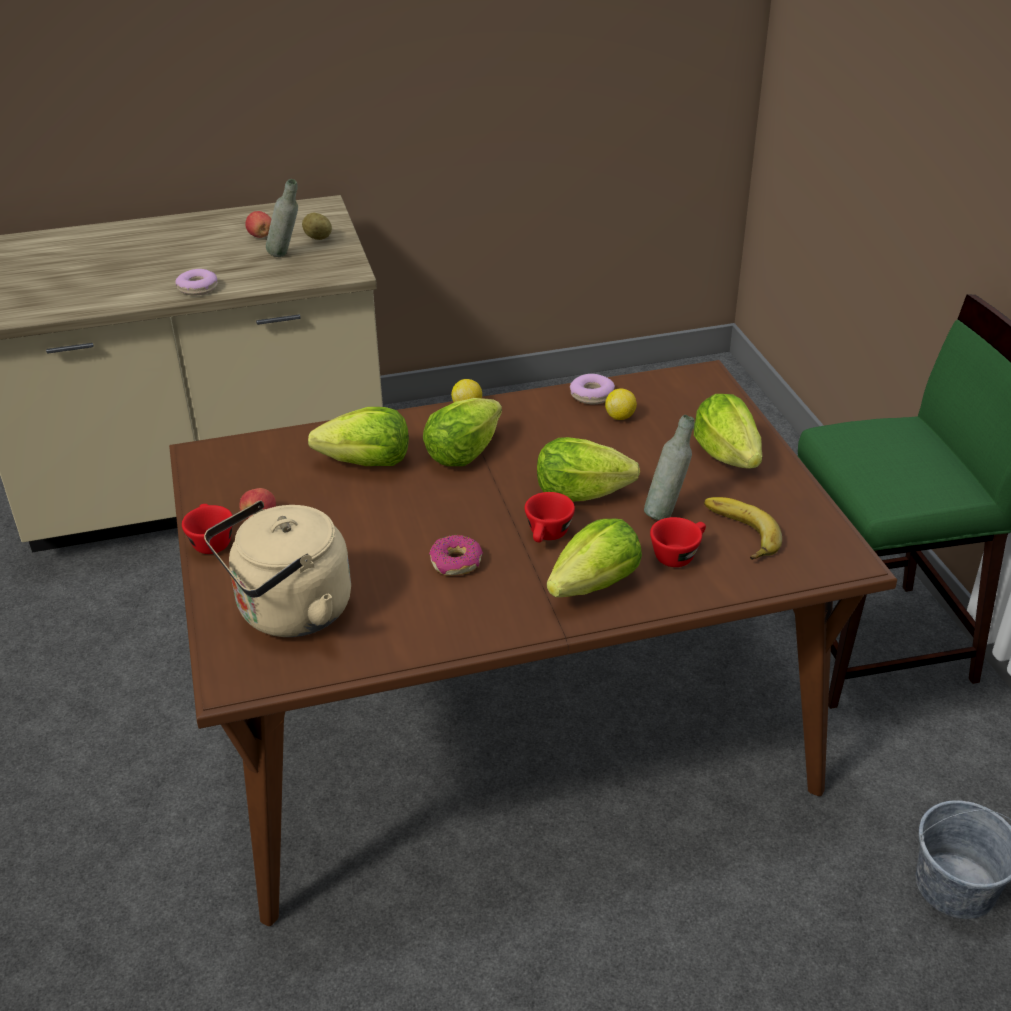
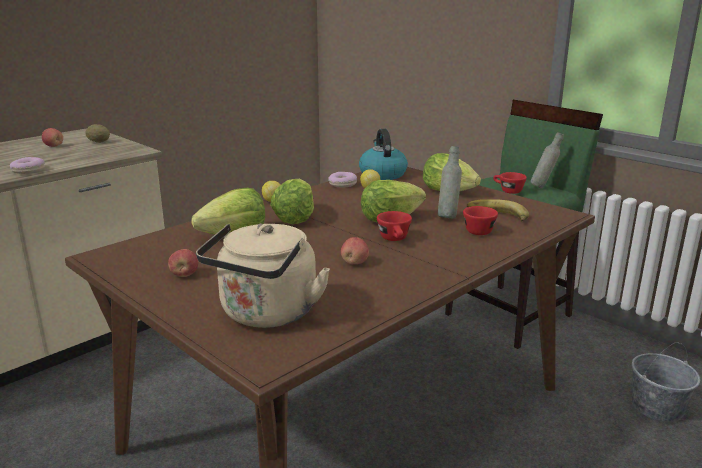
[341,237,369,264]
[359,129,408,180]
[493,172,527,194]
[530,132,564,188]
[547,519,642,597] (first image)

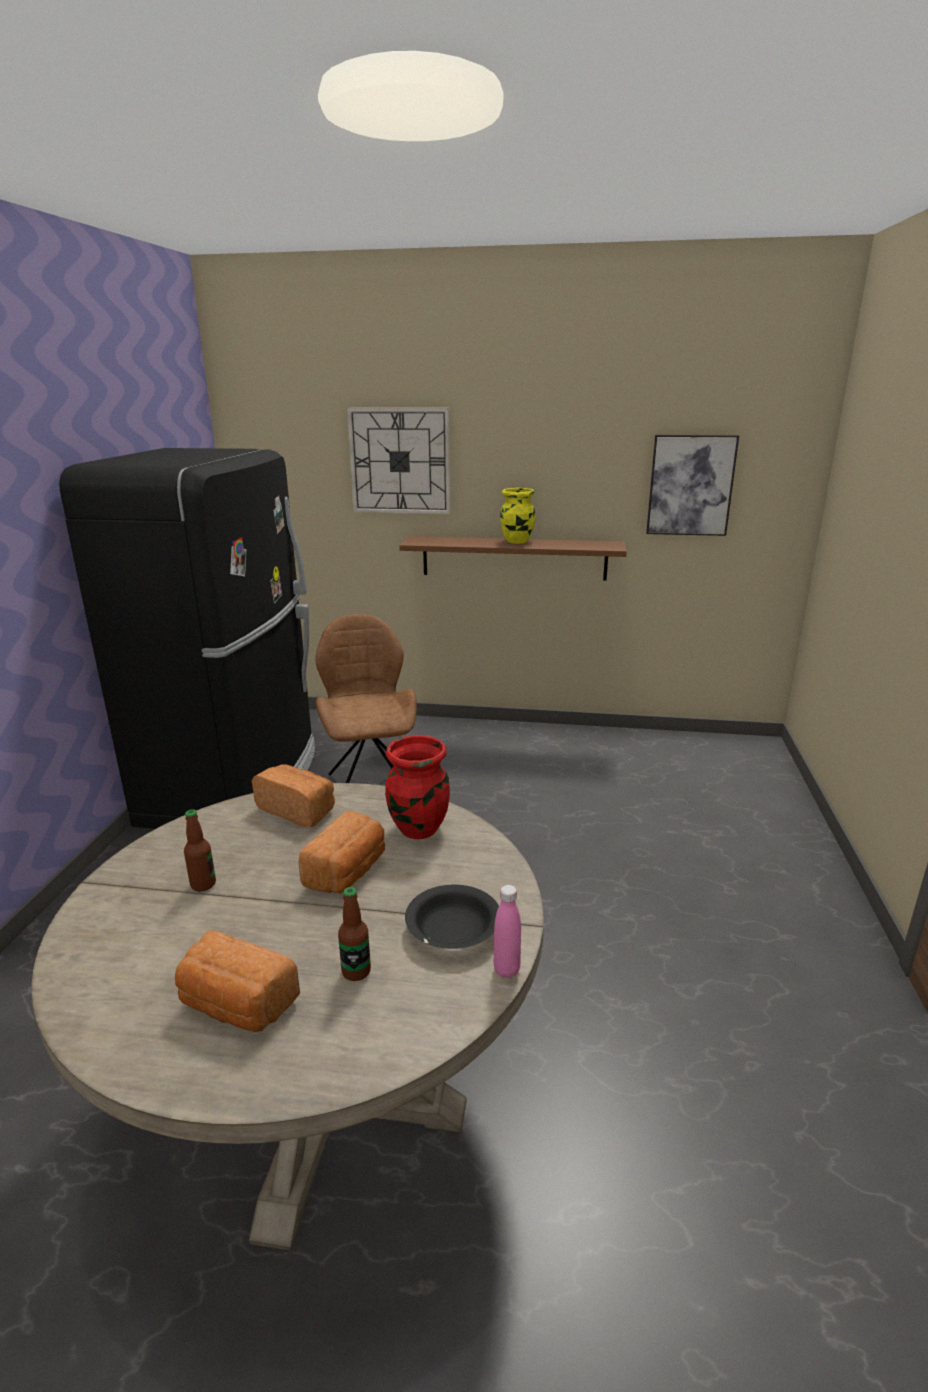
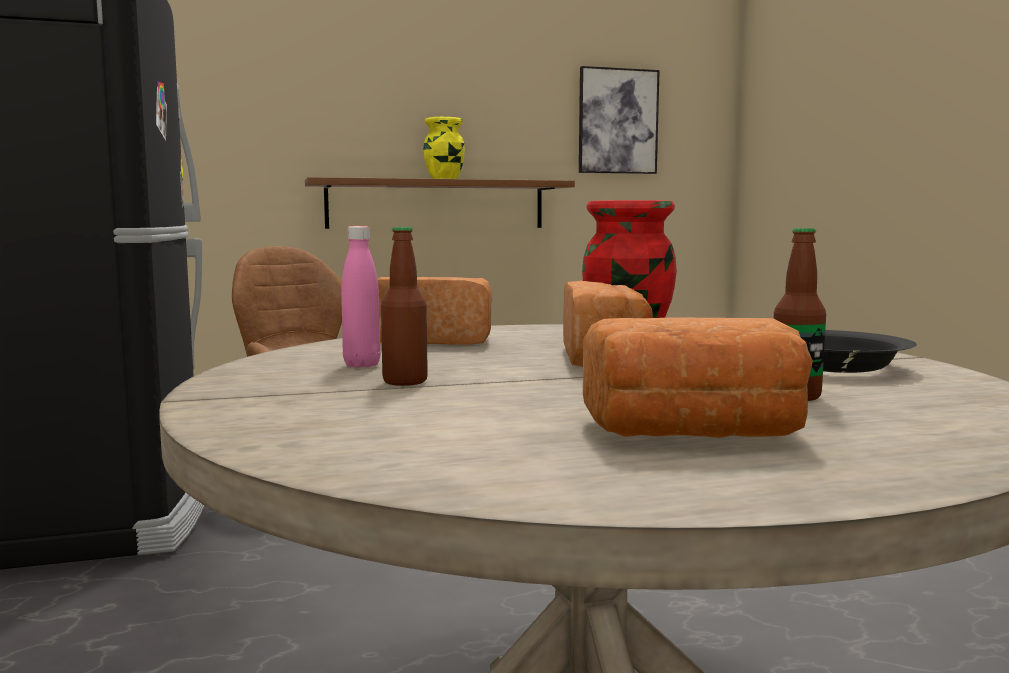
[341,226,380,368]
[347,408,450,514] (first image)

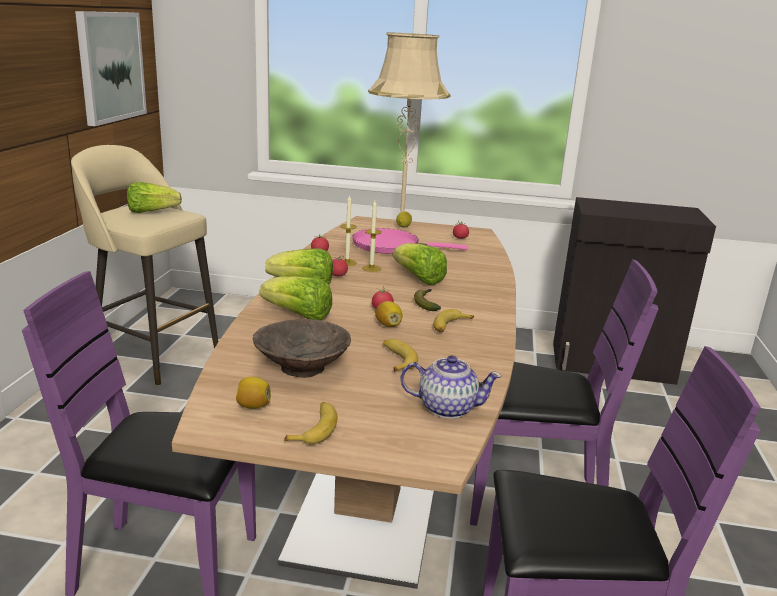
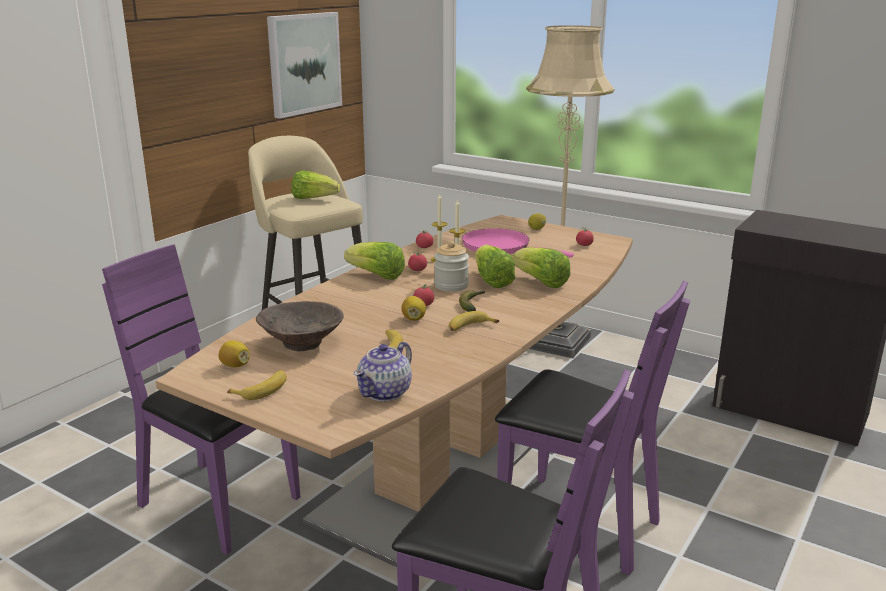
[354,342,412,402]
[434,241,469,292]
[512,247,570,288]

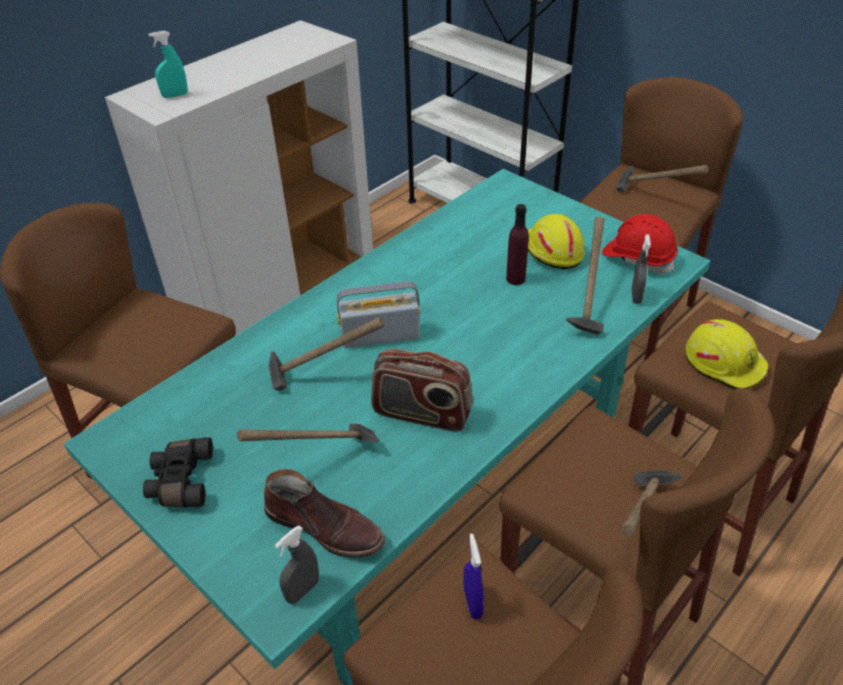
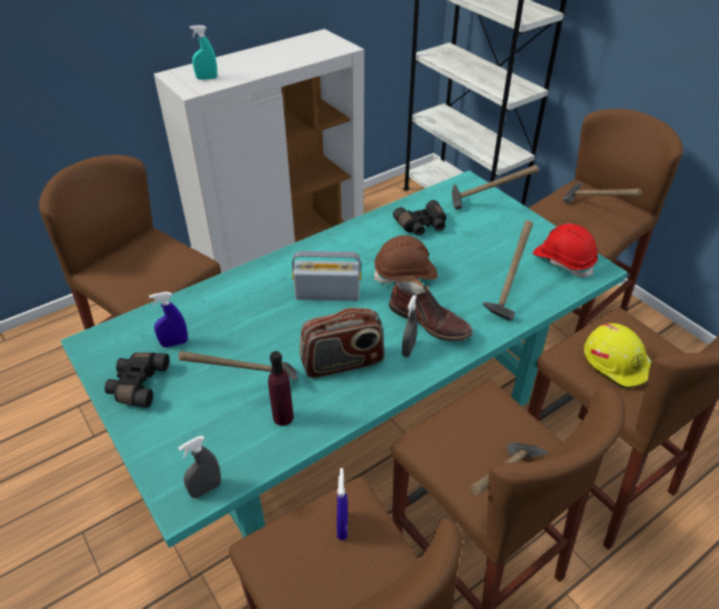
[149,292,188,347]
[268,351,294,426]
[299,308,385,378]
[374,235,438,284]
[389,276,473,341]
[393,200,446,236]
[402,295,418,357]
[452,165,539,210]
[528,214,585,269] (first image)

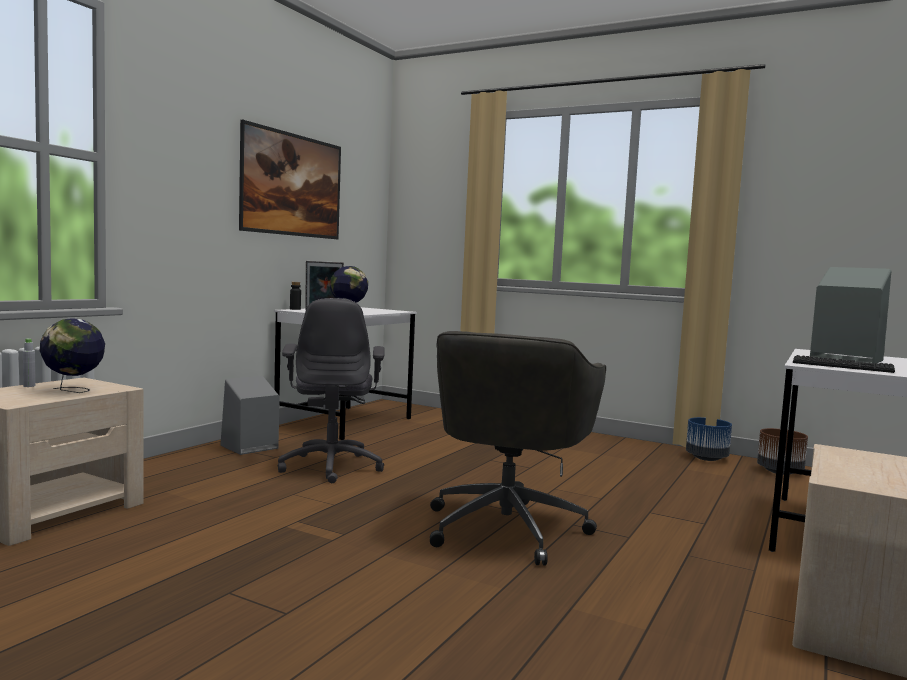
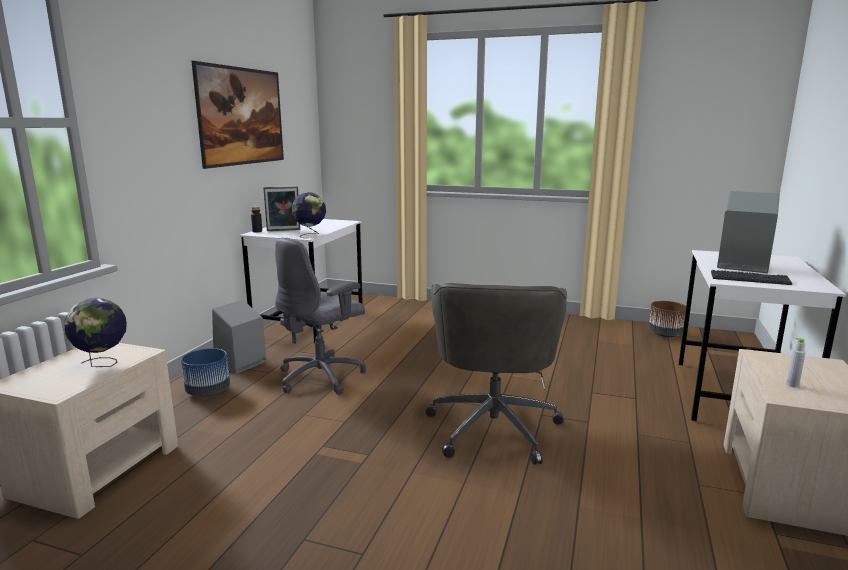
[181,348,230,397]
[275,237,366,395]
[786,338,806,387]

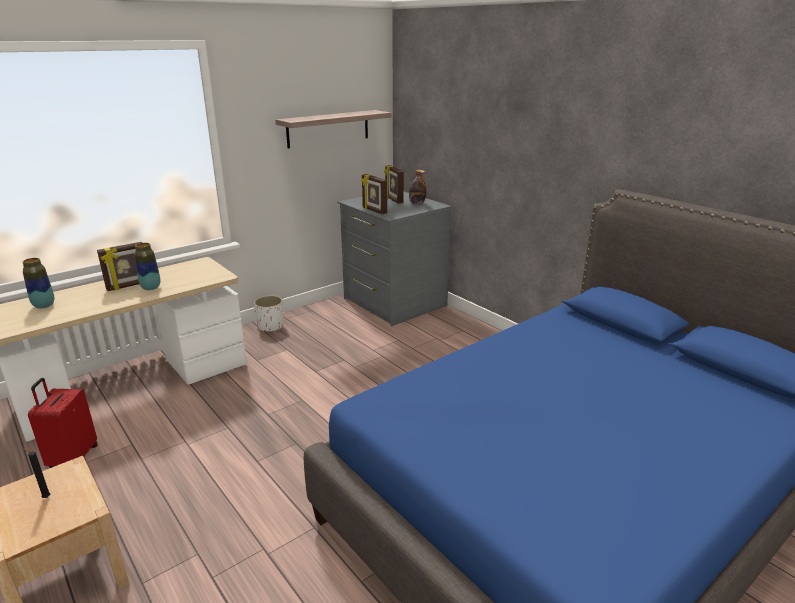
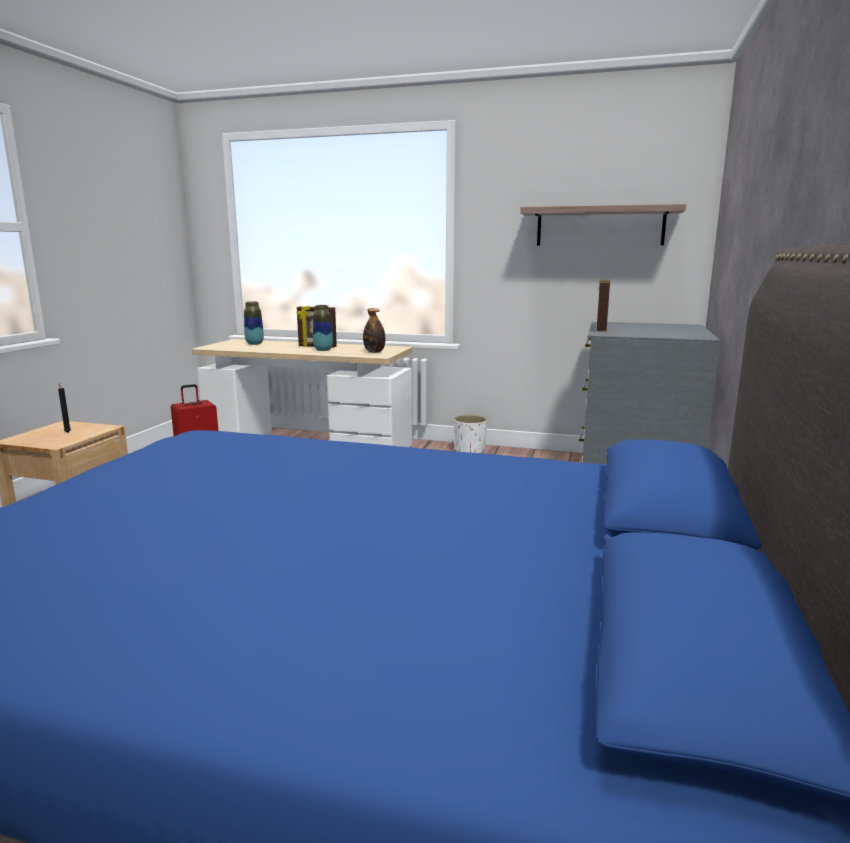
[363,308,385,353]
[384,165,404,204] (first image)

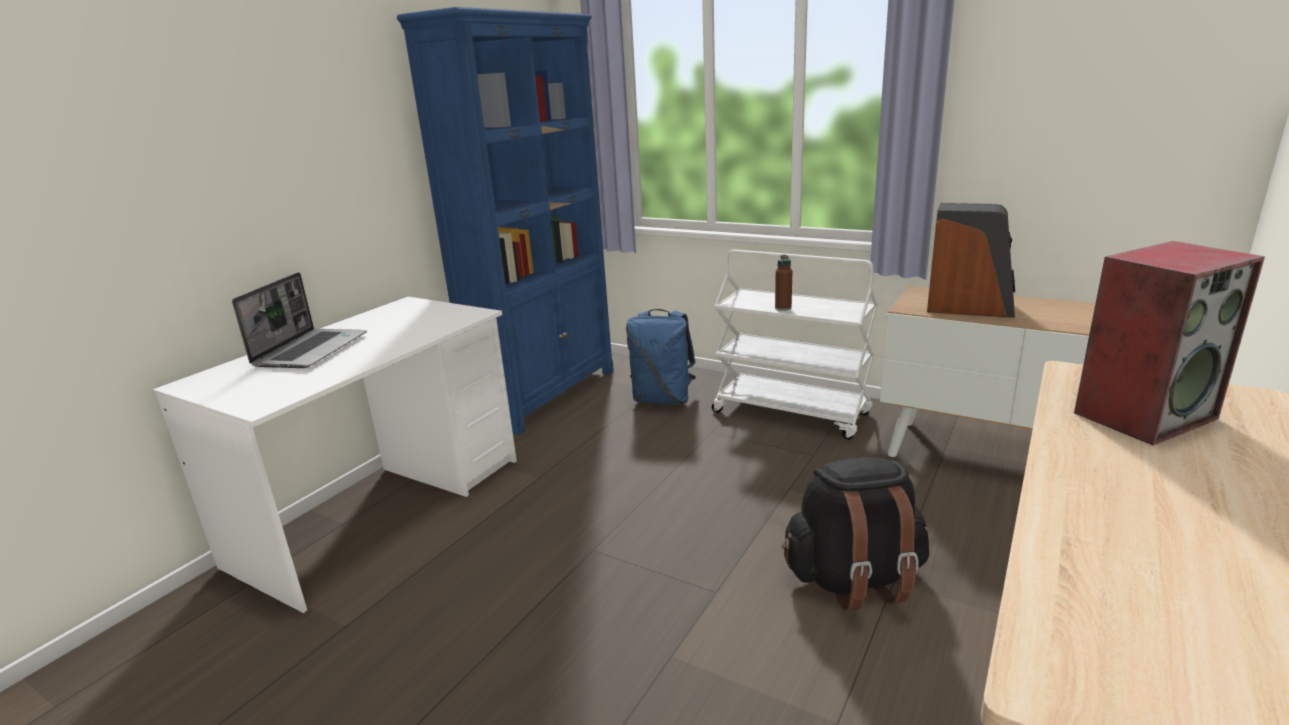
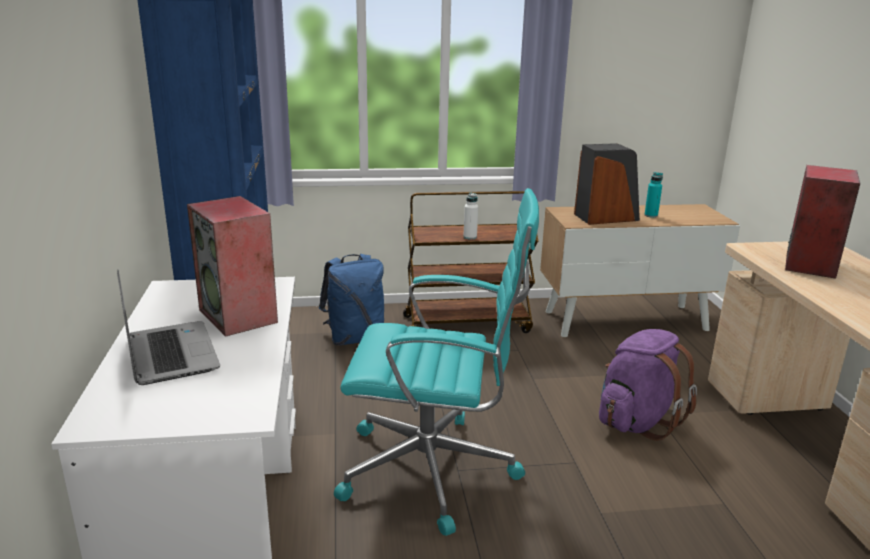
[187,196,278,337]
[334,188,539,536]
[403,191,538,333]
[463,193,478,240]
[599,329,697,441]
[644,172,663,218]

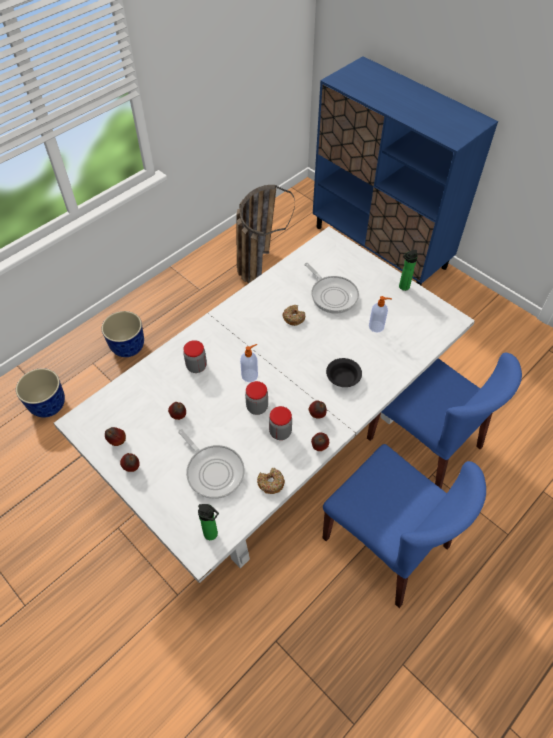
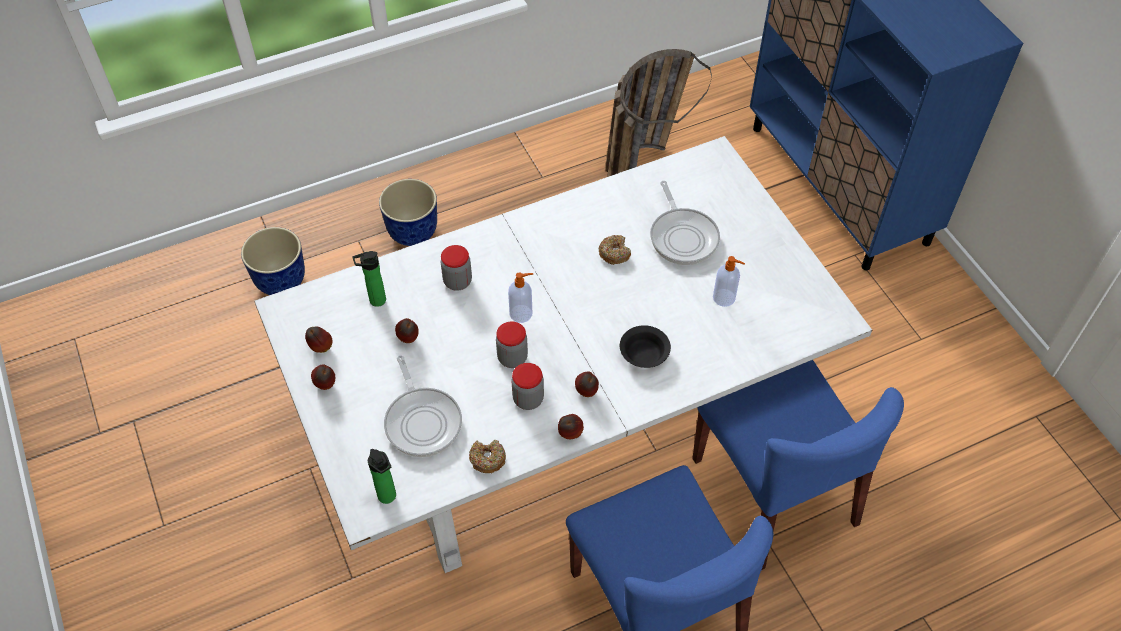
[352,251,386,307]

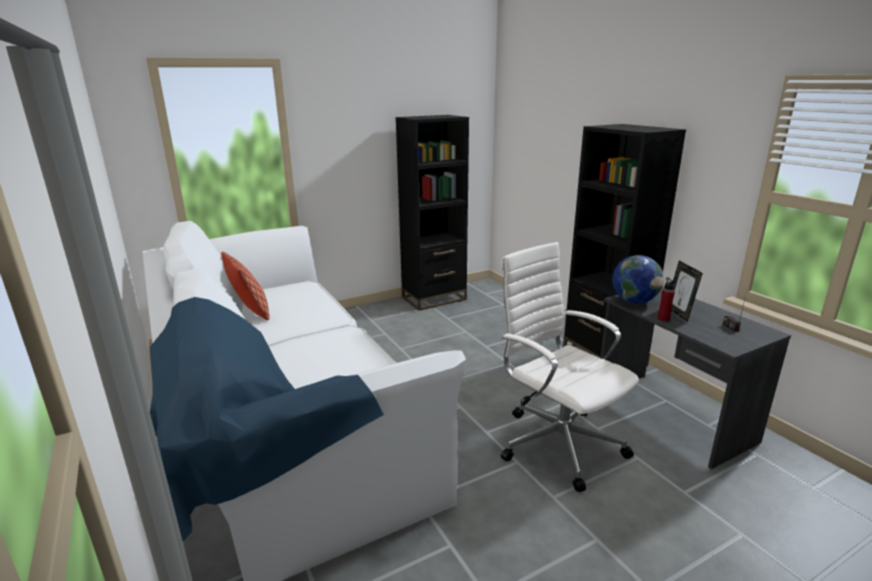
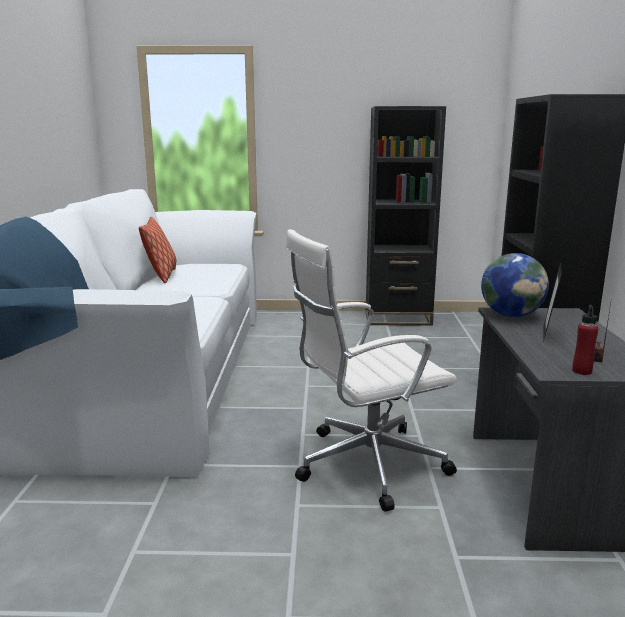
[286,229,457,512]
[572,305,599,375]

